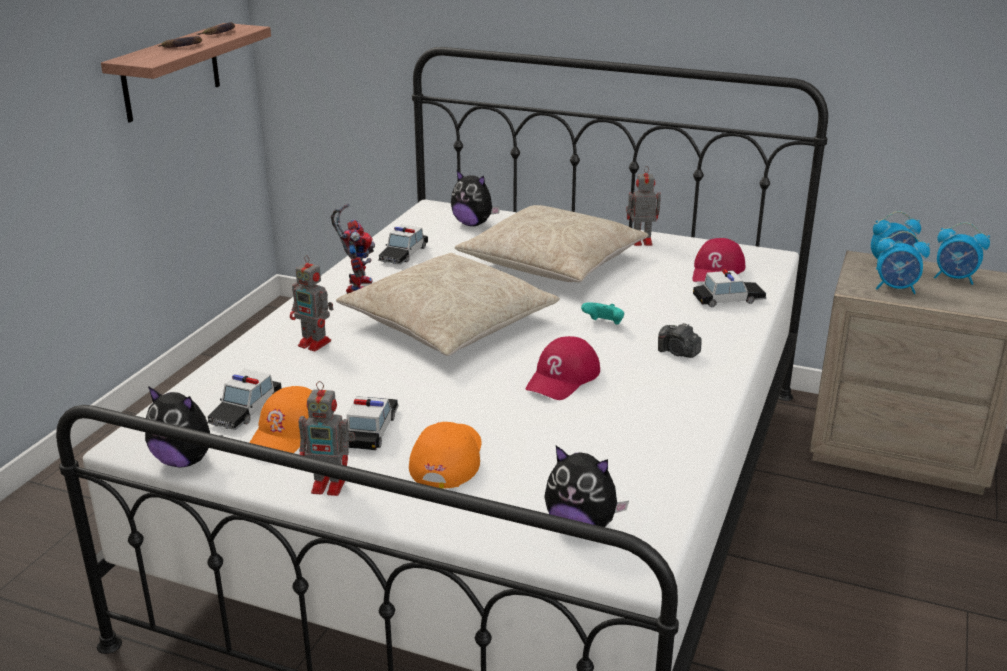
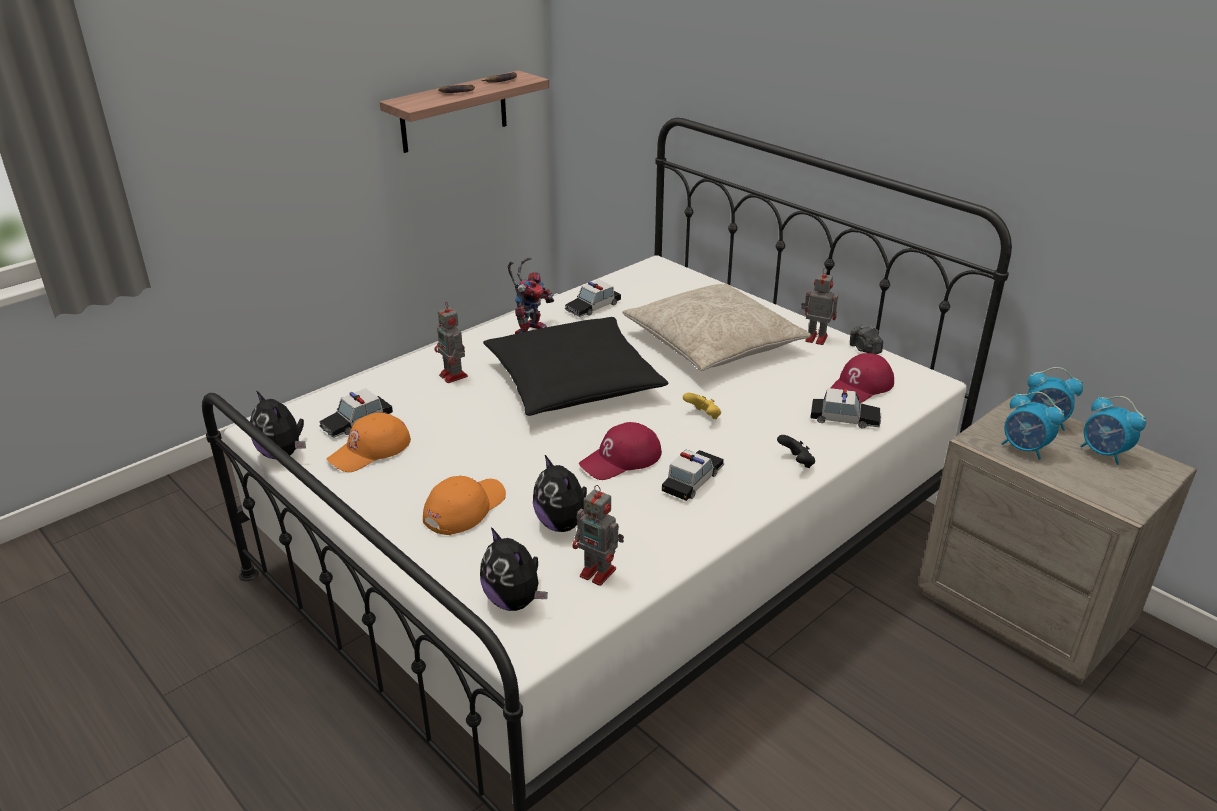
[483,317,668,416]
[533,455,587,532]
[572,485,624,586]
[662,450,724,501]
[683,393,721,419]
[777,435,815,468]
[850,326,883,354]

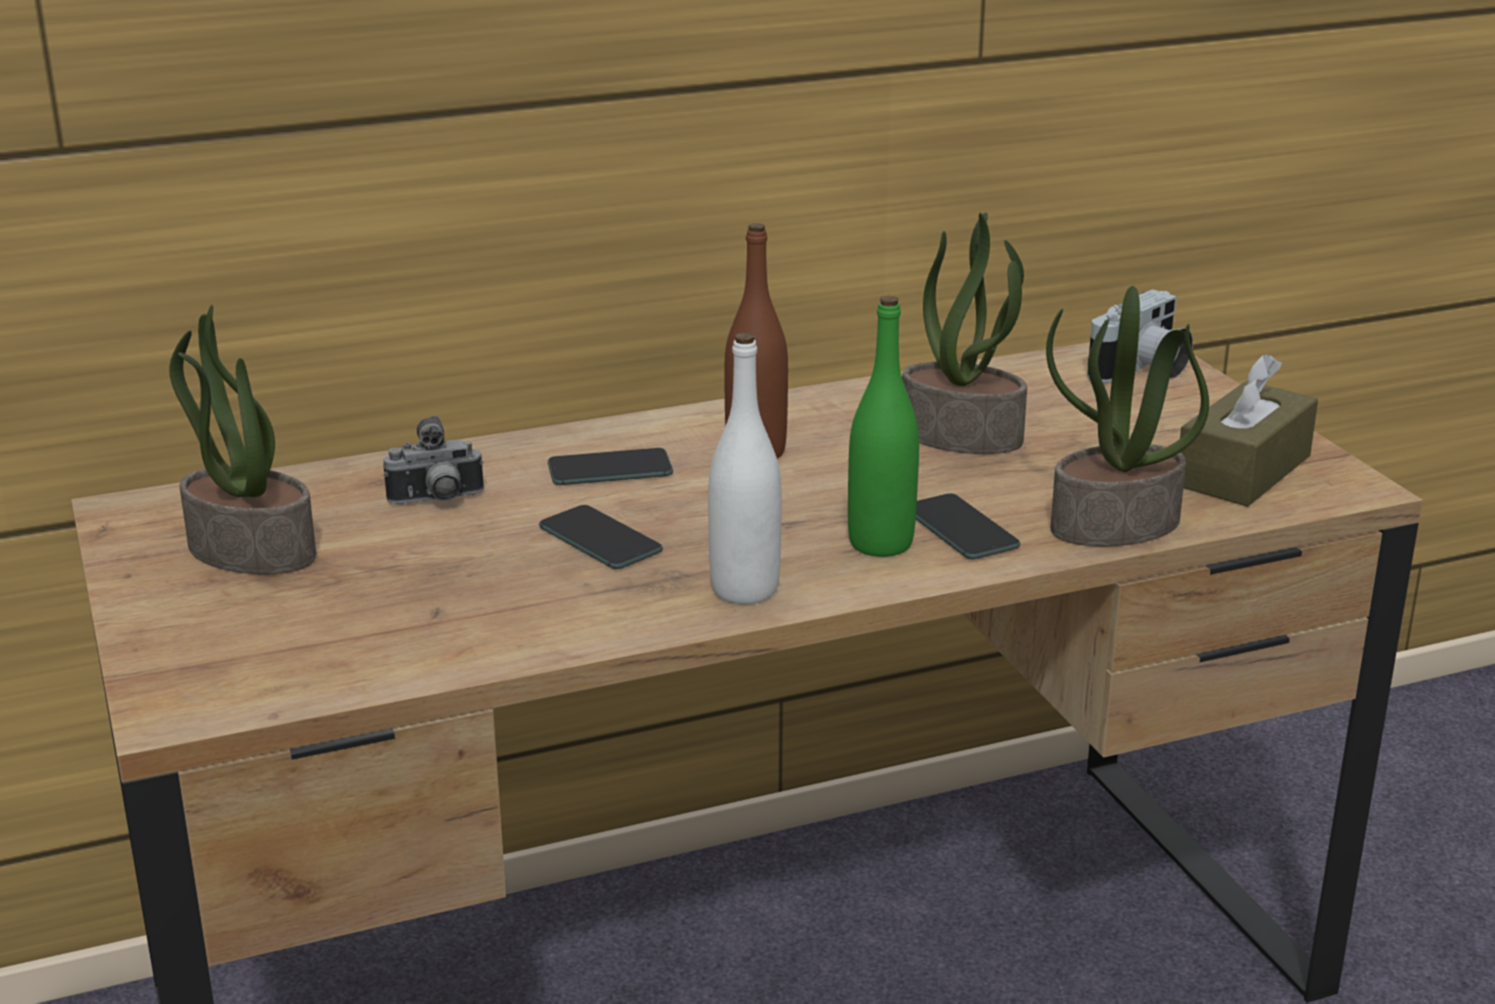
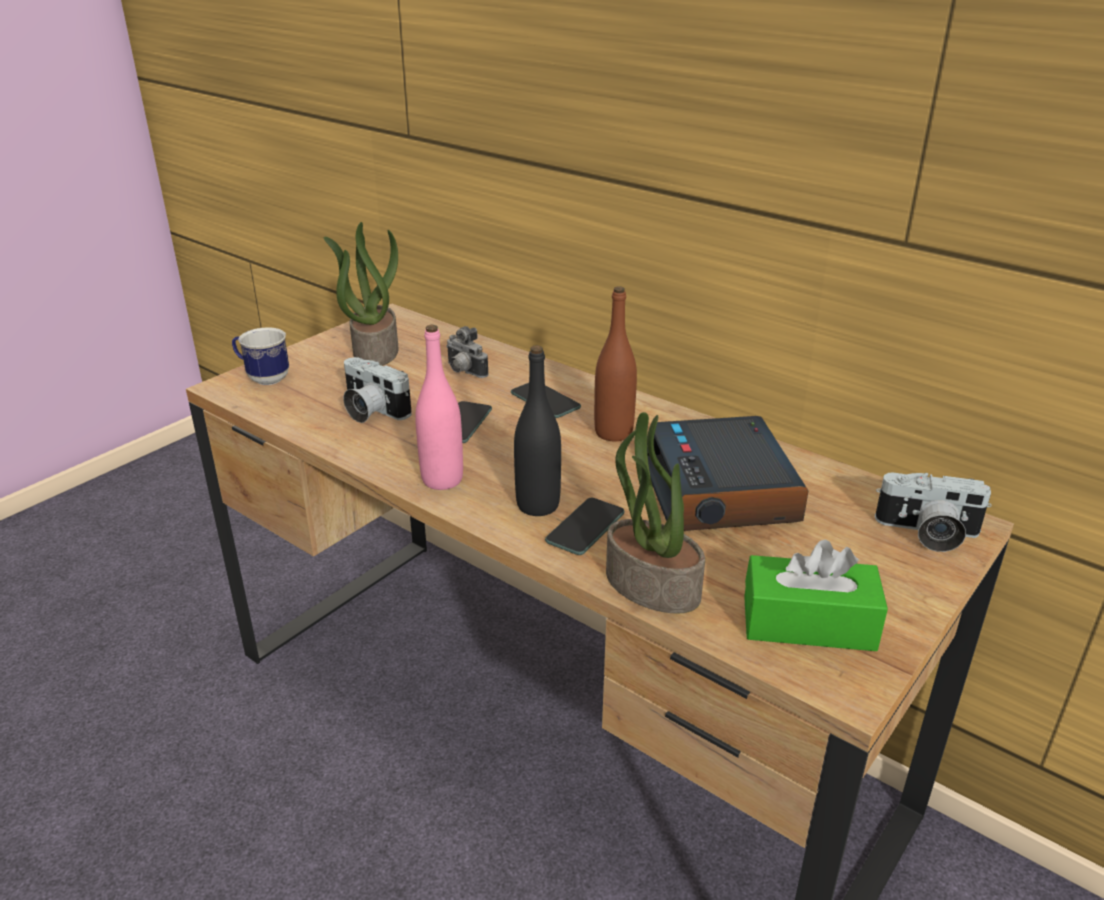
[232,327,289,385]
[343,357,412,423]
[415,325,463,490]
[514,345,561,516]
[647,416,808,531]
[744,540,888,651]

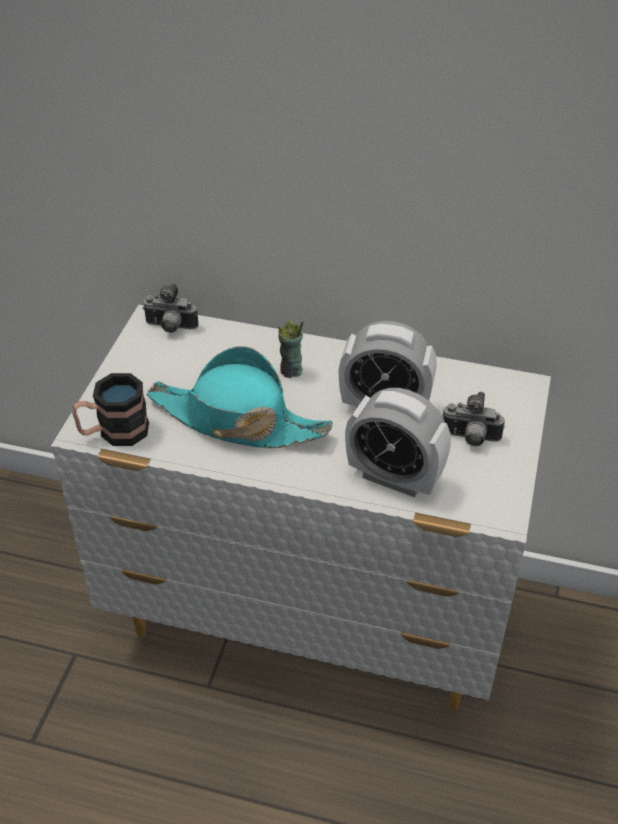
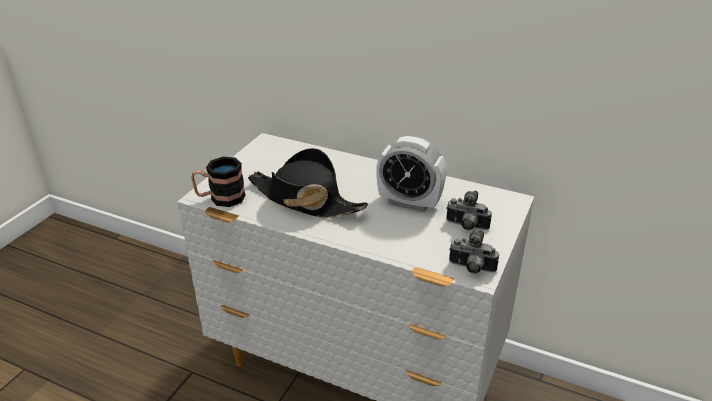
[248,148,368,218]
[449,230,499,274]
[278,319,303,378] (first image)
[345,388,451,497] (first image)

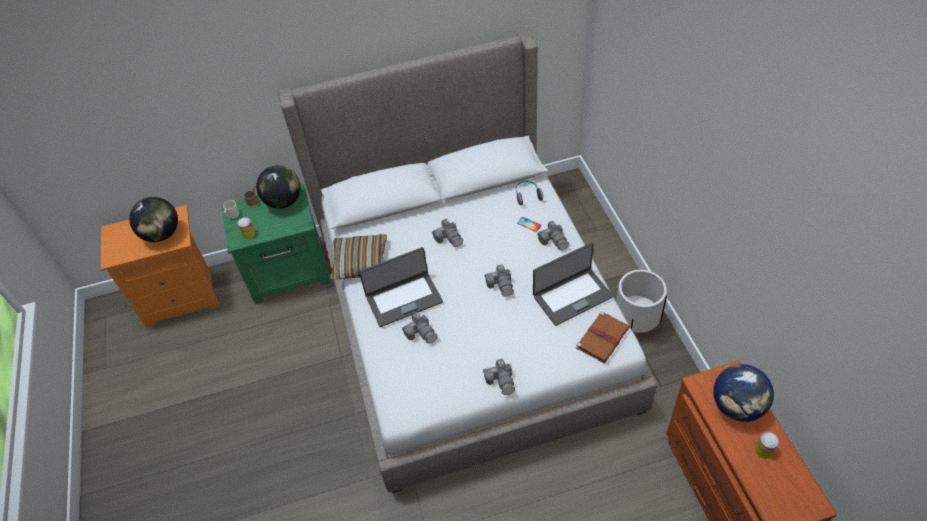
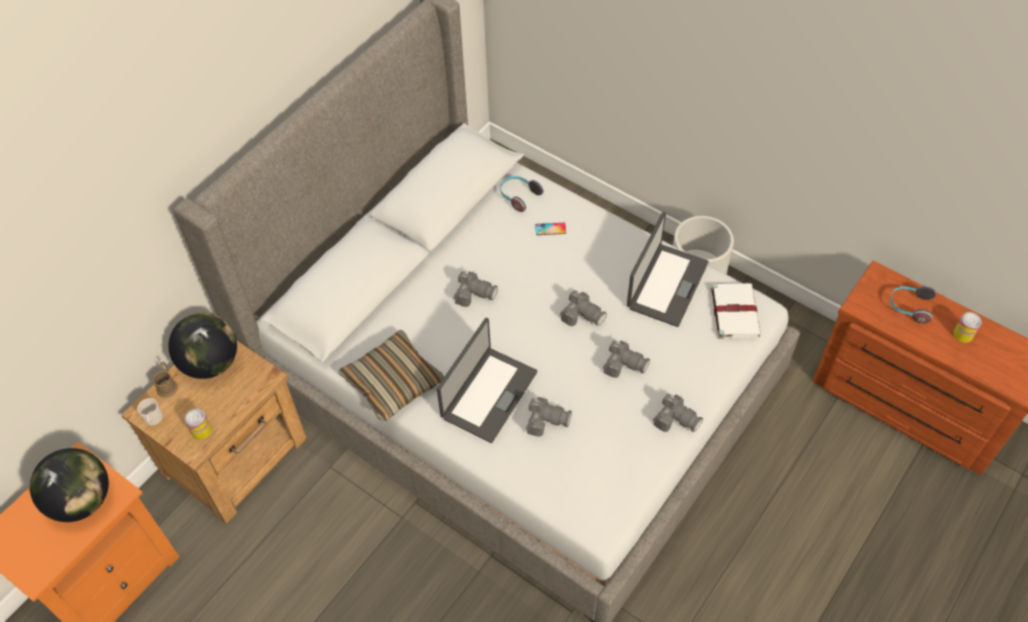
[121,341,307,524]
[603,340,650,378]
[711,283,761,339]
[890,286,936,323]

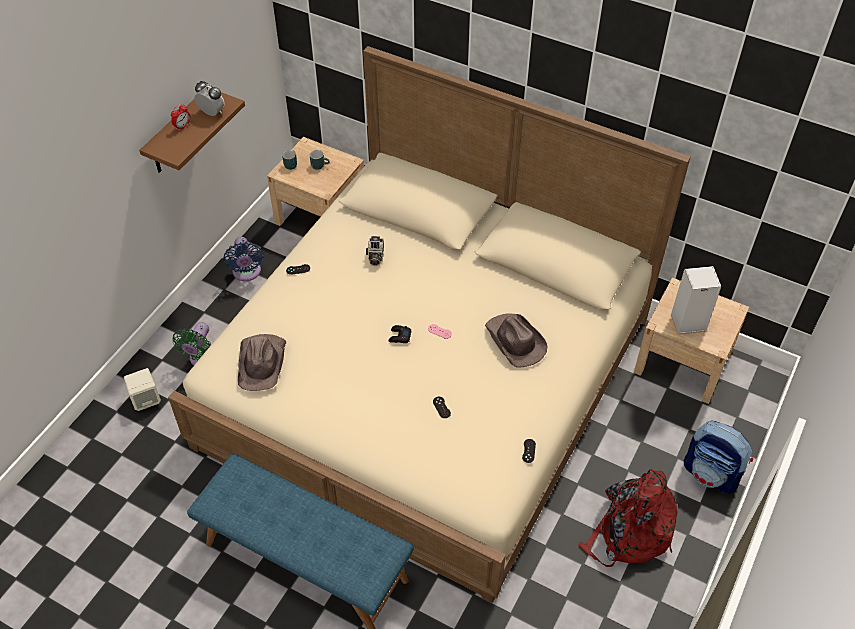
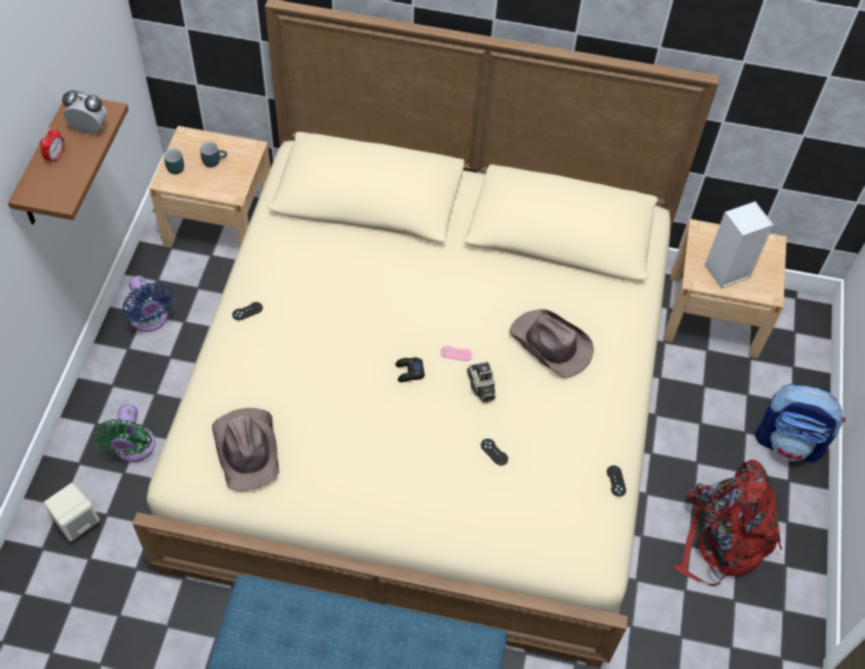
[467,362,496,403]

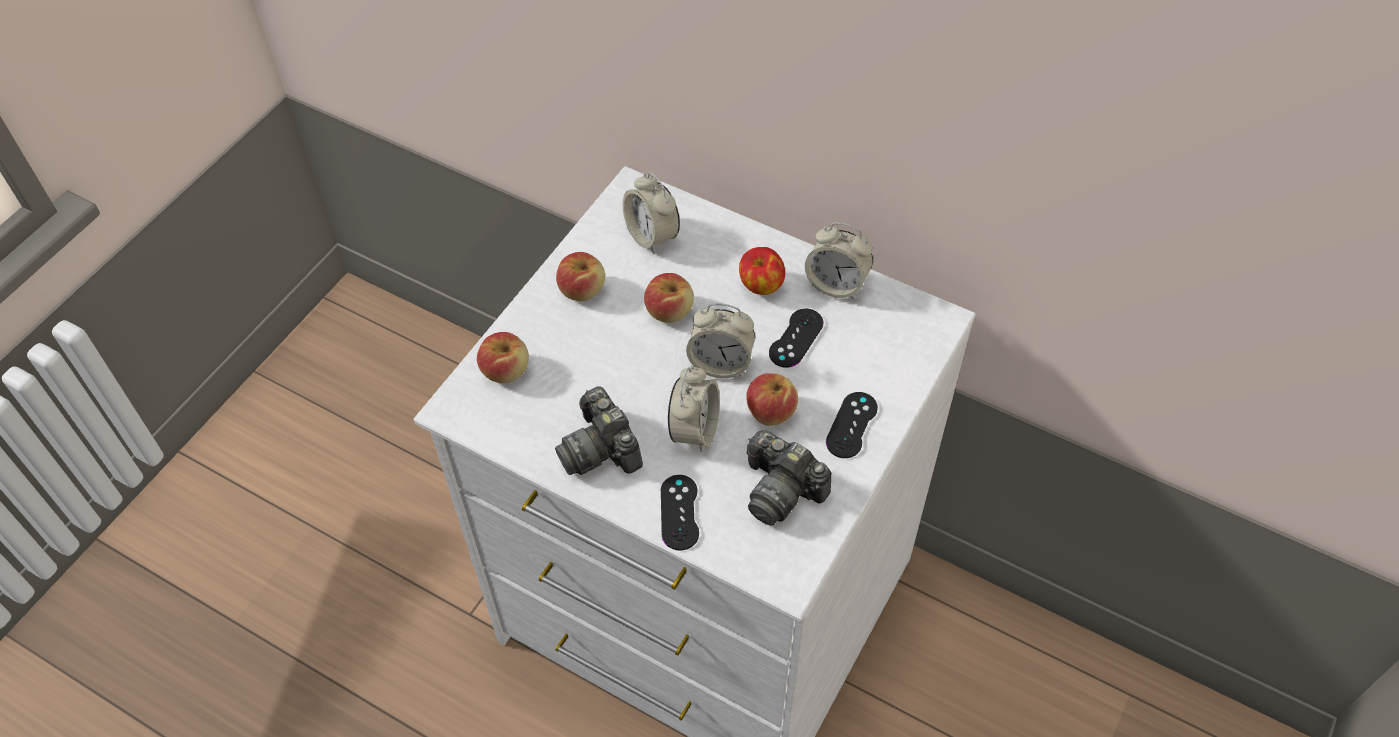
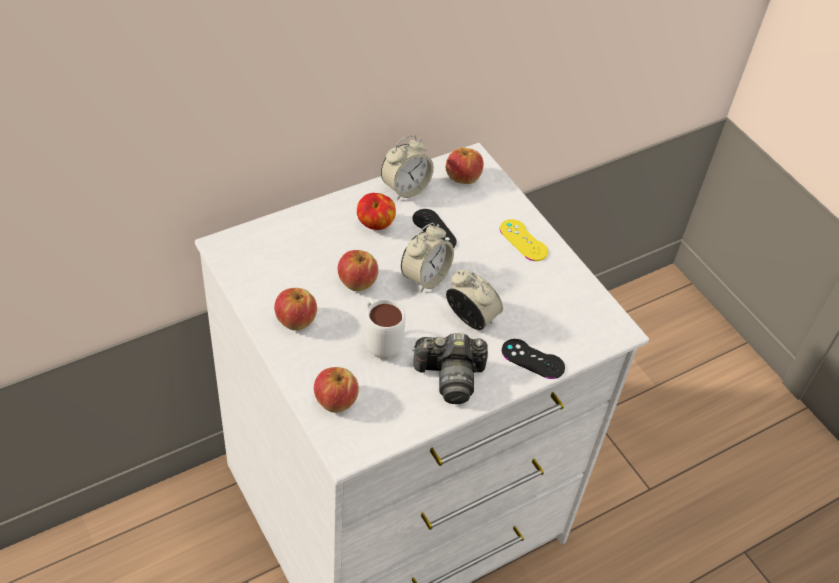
[365,299,405,360]
[446,148,484,184]
[500,219,548,261]
[622,172,680,254] (first image)
[747,430,832,526] (first image)

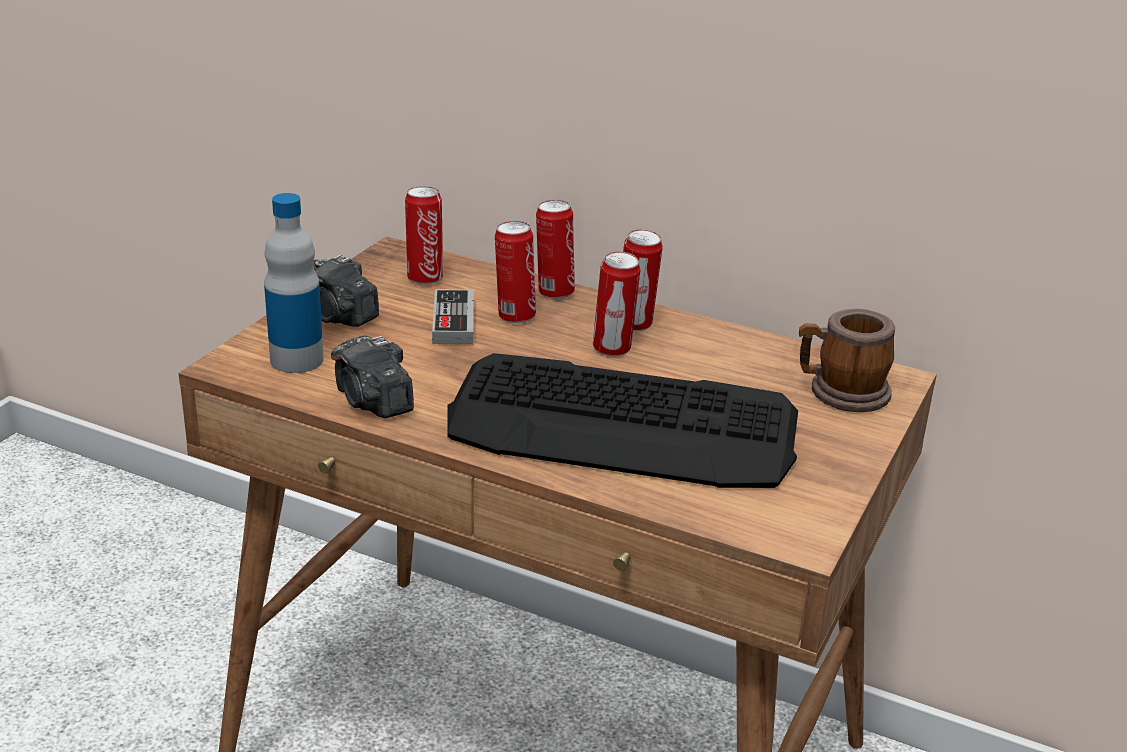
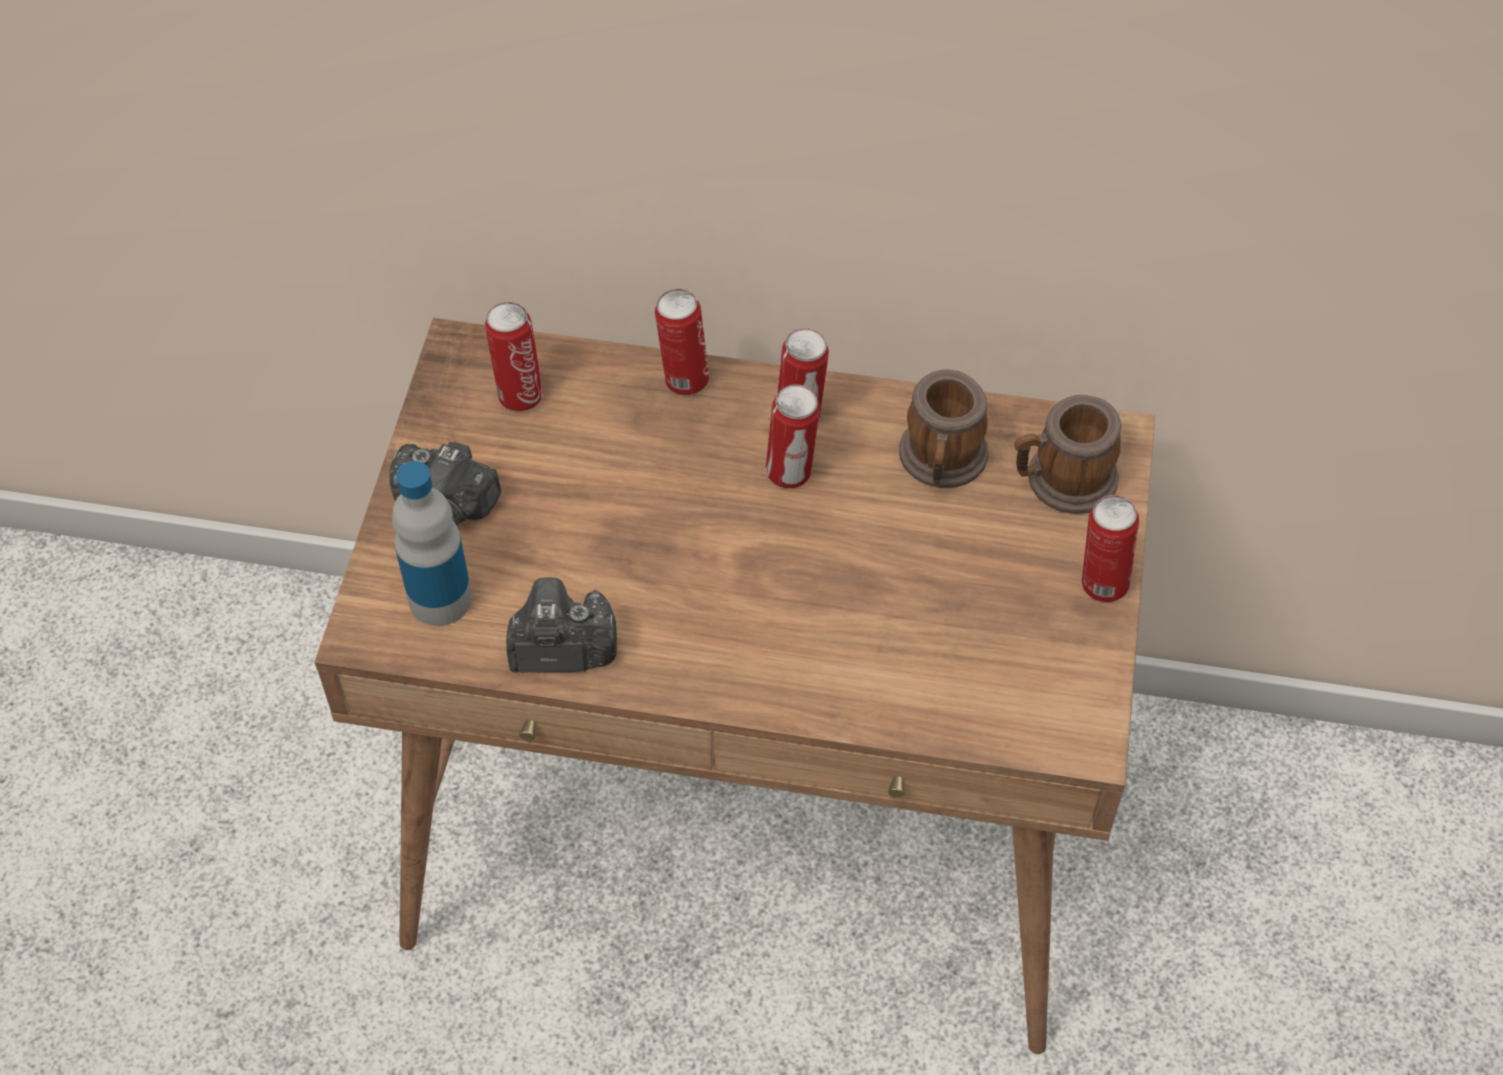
[506,578,617,673]
[899,370,988,488]
[1082,495,1139,602]
[432,289,474,344] (first image)
[447,353,798,488] (first image)

